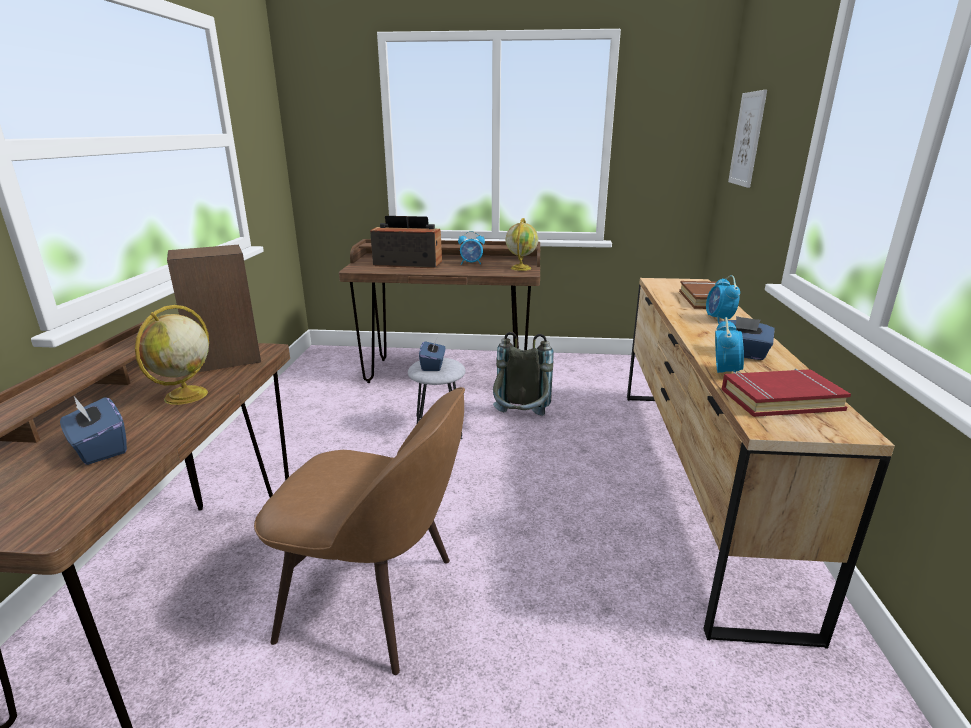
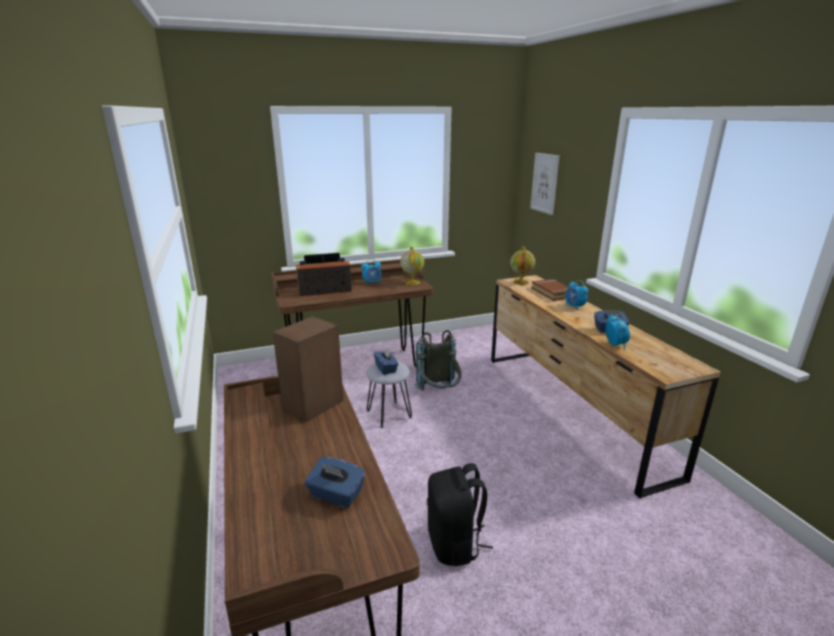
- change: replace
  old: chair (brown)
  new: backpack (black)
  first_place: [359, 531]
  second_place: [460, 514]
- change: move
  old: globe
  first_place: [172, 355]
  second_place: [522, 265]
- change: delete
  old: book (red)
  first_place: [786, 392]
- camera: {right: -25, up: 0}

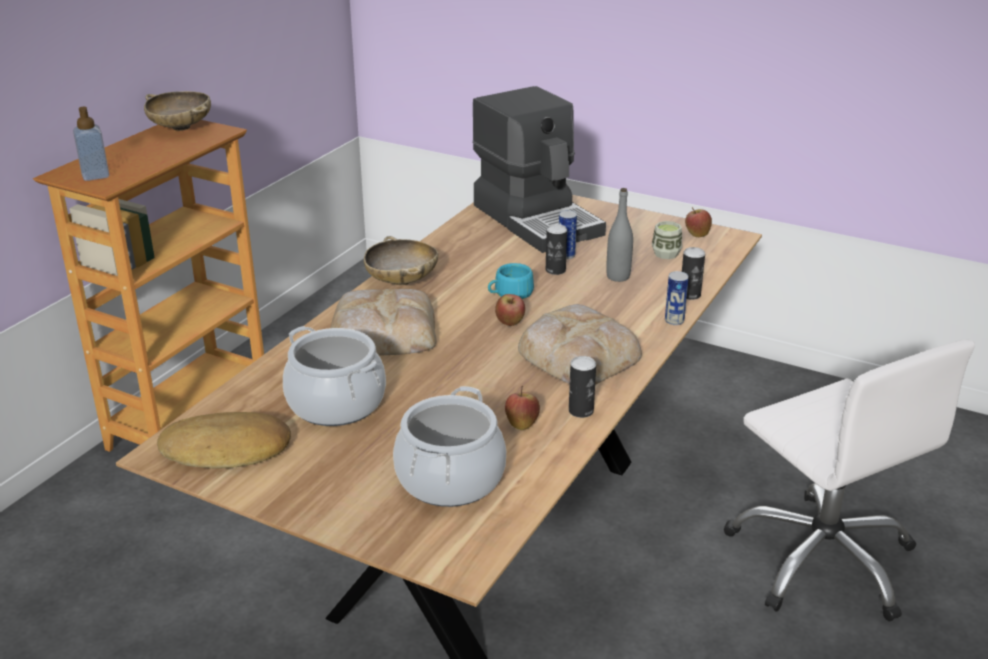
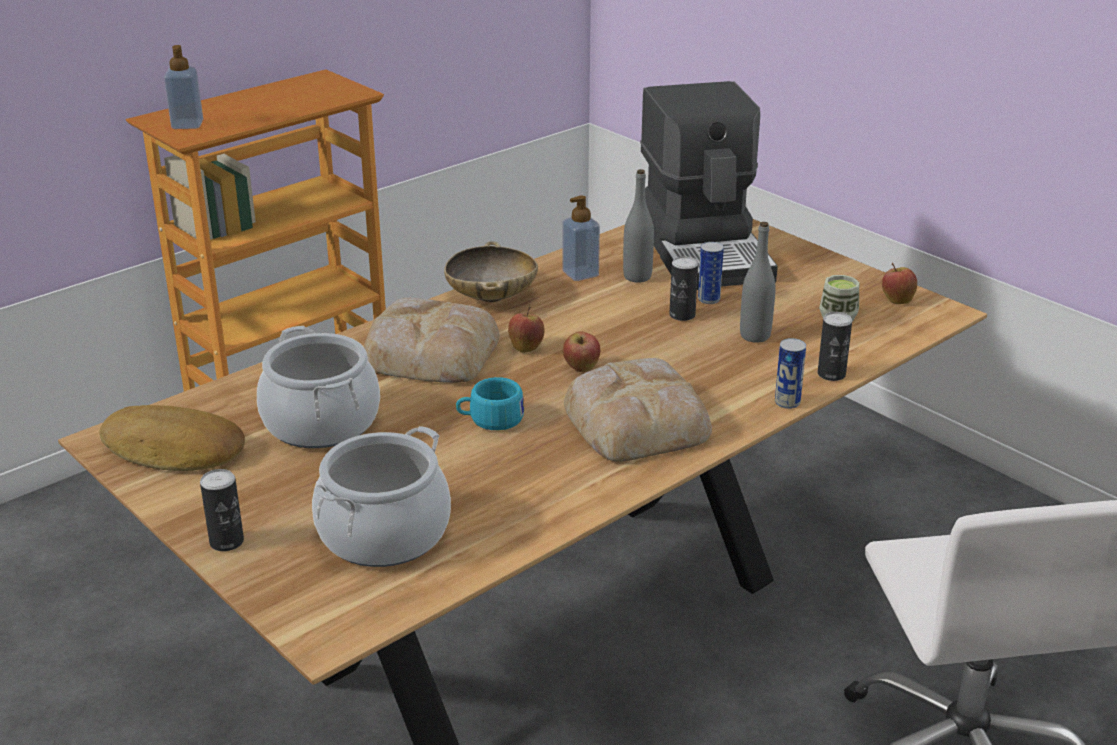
- change: move
  old: can
  first_place: [582, 387]
  second_place: [222, 510]
- change: move
  old: cup (turquoise)
  first_place: [511, 281]
  second_place: [490, 403]
- change: move
  old: apple
  first_place: [522, 408]
  second_place: [526, 330]
- change: insert
  new: soap dispenser
  second_place: [581, 238]
- change: insert
  new: bottle (grey)
  second_place: [638, 226]
- change: delete
  old: bowl (beige)
  first_place: [177, 111]
- camera: {right: 20, up: 0}

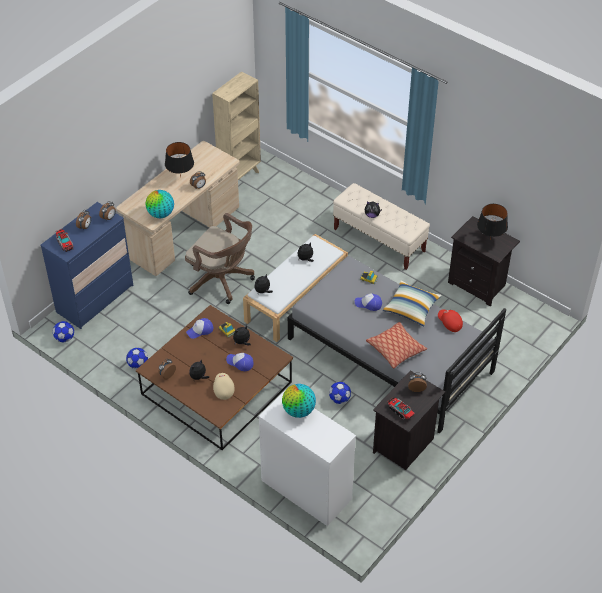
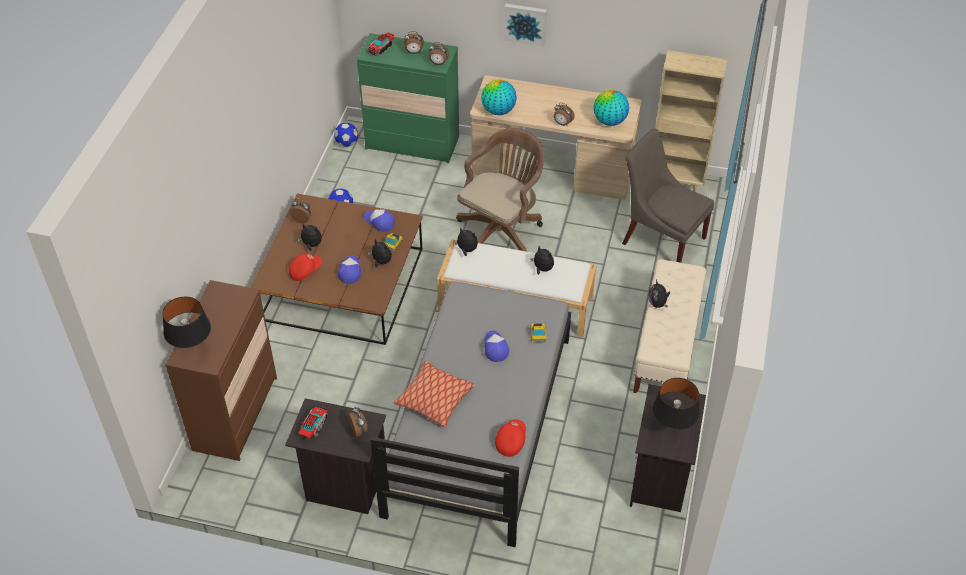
- change: move
  old: table lamp (black)
  first_place: [179, 159]
  second_place: [186, 323]
- change: recolor
  old: dresser (white)
  new: dresser (brown)
  first_place: [307, 458]
  second_place: [221, 370]
- change: recolor
  old: cap (beige)
  new: cap (red)
  first_place: [224, 386]
  second_place: [305, 267]
- change: recolor
  old: dresser (blue)
  new: dresser (green)
  first_place: [87, 265]
  second_place: [407, 98]
- change: rotate
  old: office chair (brown)
  first_place: [220, 258]
  second_place: [500, 190]
  degrees: -150
- change: insert
  new: picture
  second_place: [525, 25]
- change: move
  old: globe
  first_place: [299, 401]
  second_place: [611, 108]
- change: insert
  new: chair (grey)
  second_place: [668, 195]
- change: delete
  old: football
  first_place: [340, 393]
- change: delete
  old: pillow
  first_place: [412, 303]
- camera: {right: 65, up: 0}

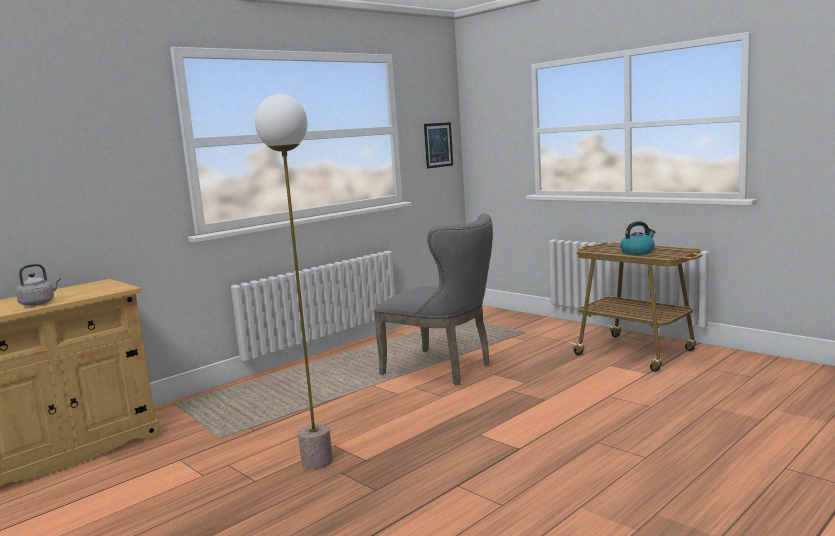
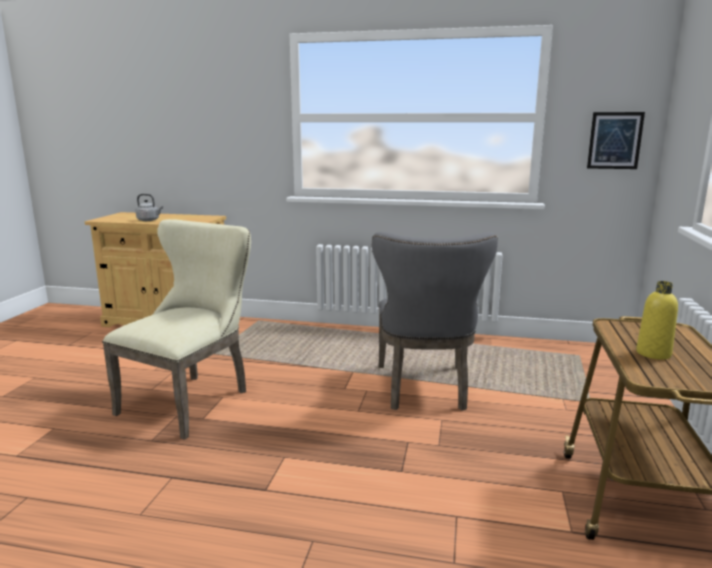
- change: replace
  old: floor lamp
  new: chair (beige)
  first_place: [294, 281]
  second_place: [176, 329]
- change: replace
  old: kettle
  new: bottle (yellow)
  first_place: [638, 238]
  second_place: [657, 320]
- camera: {right: 55, up: 5}

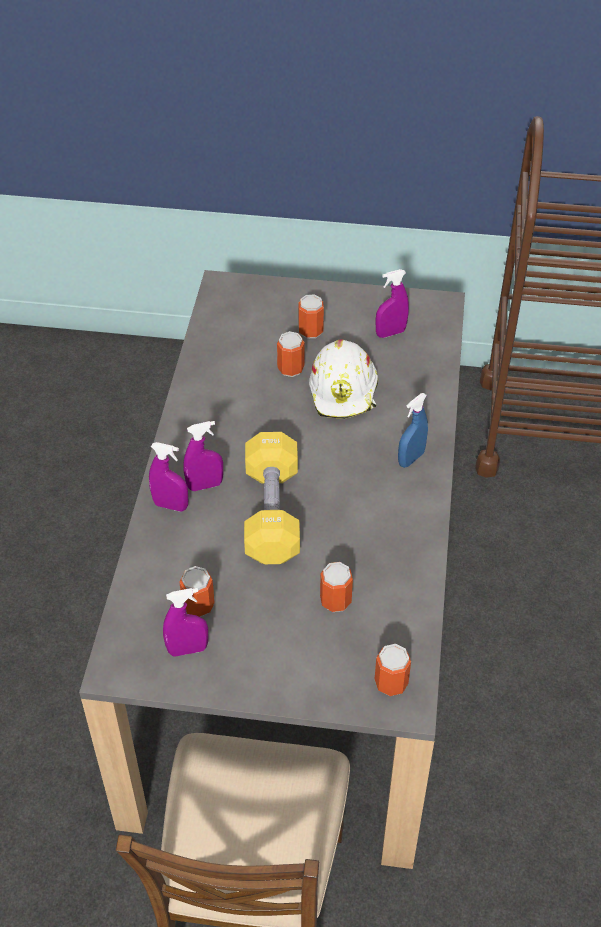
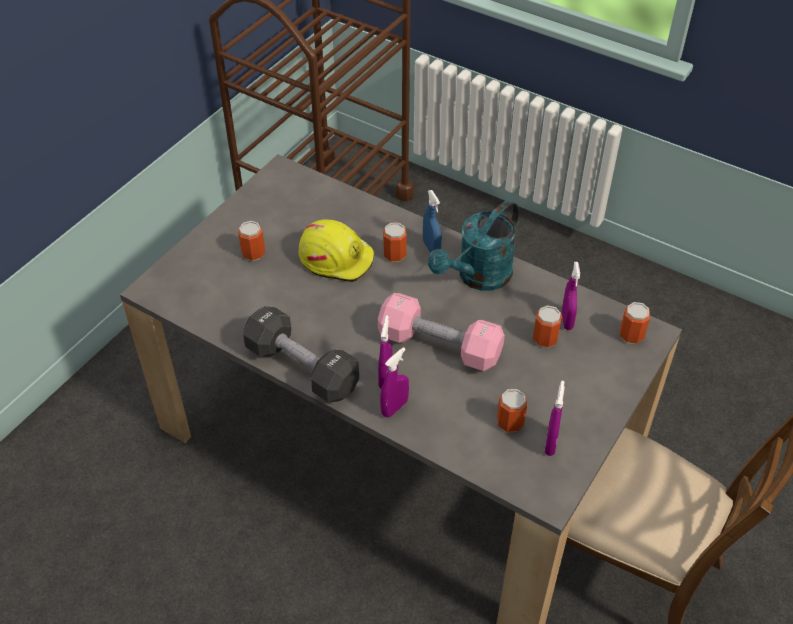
- change: insert
  new: dumbbell (black)
  second_place: [301, 354]
- change: recolor
  old: hard hat (white)
  new: hard hat (yellow)
  first_place: [343, 379]
  second_place: [336, 251]
- change: recolor
  old: dumbbell (yellow)
  new: dumbbell (pink)
  first_place: [272, 498]
  second_place: [441, 332]
- change: move
  old: can
  first_place: [291, 354]
  second_place: [395, 242]
- change: insert
  new: watering can (turquoise)
  second_place: [473, 245]
- change: move
  old: spray bottle (purple)
  first_place: [392, 303]
  second_place: [571, 296]
- camera: {right: -65, up: 0}

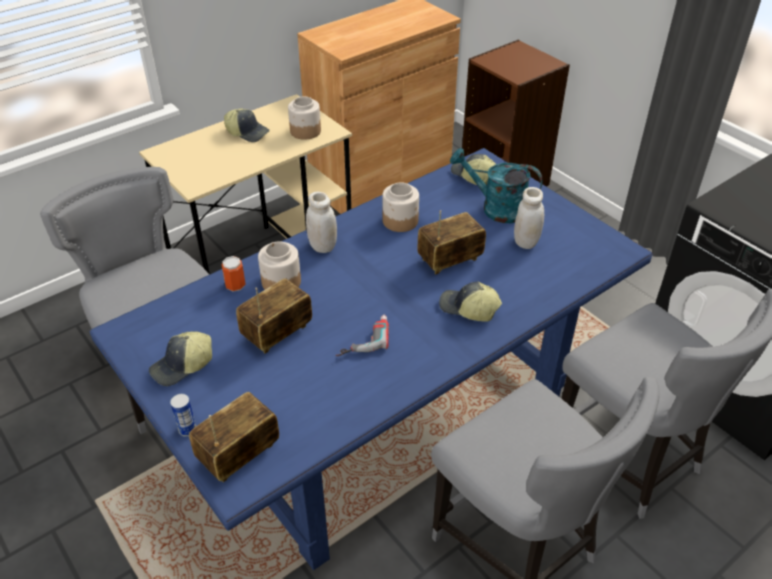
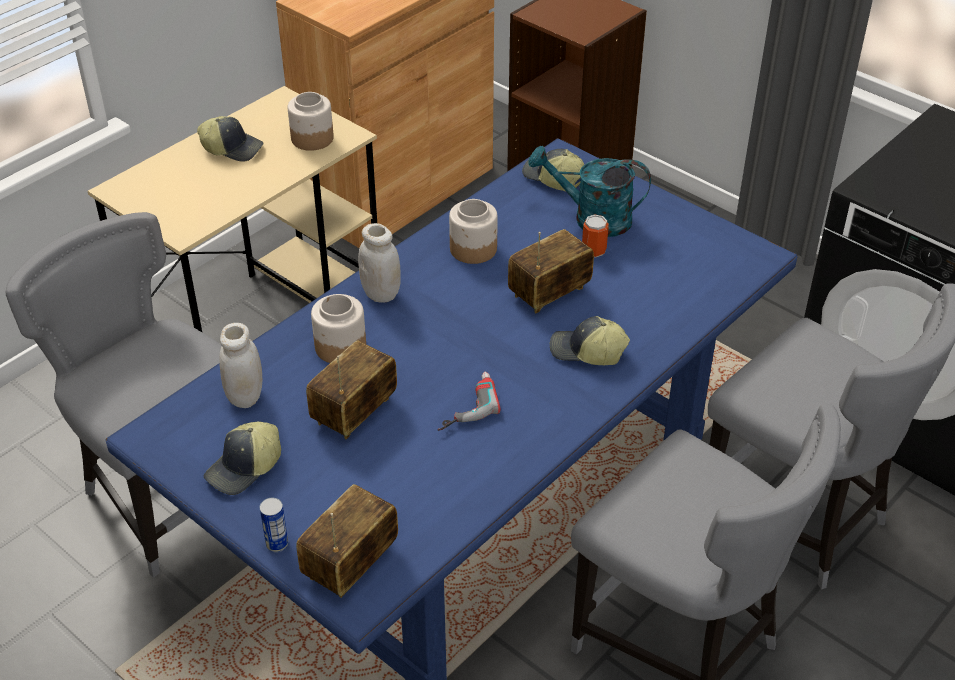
- change: move
  old: jar (white)
  first_place: [529, 218]
  second_place: [240, 365]
- change: move
  old: can
  first_place: [233, 274]
  second_place: [595, 236]
- camera: {right: -10, up: 0}

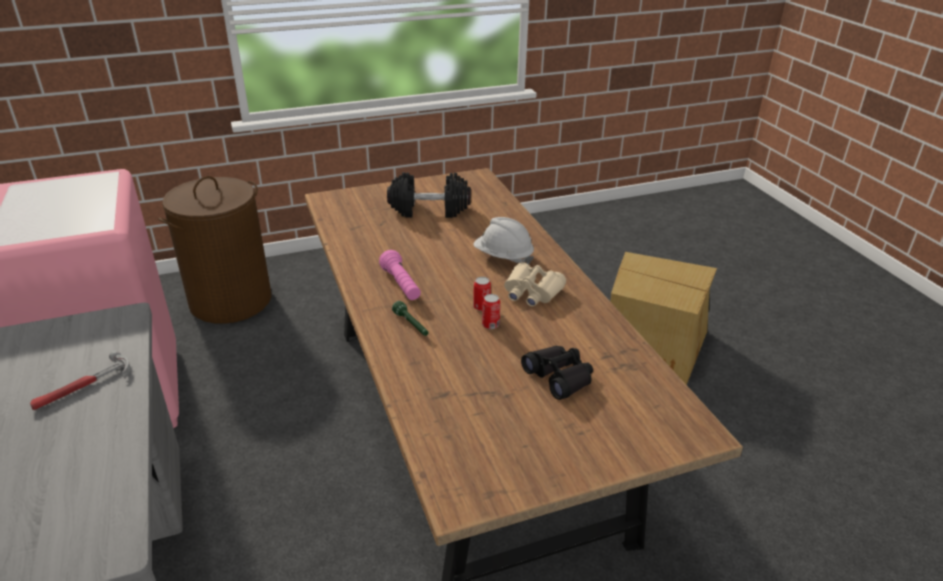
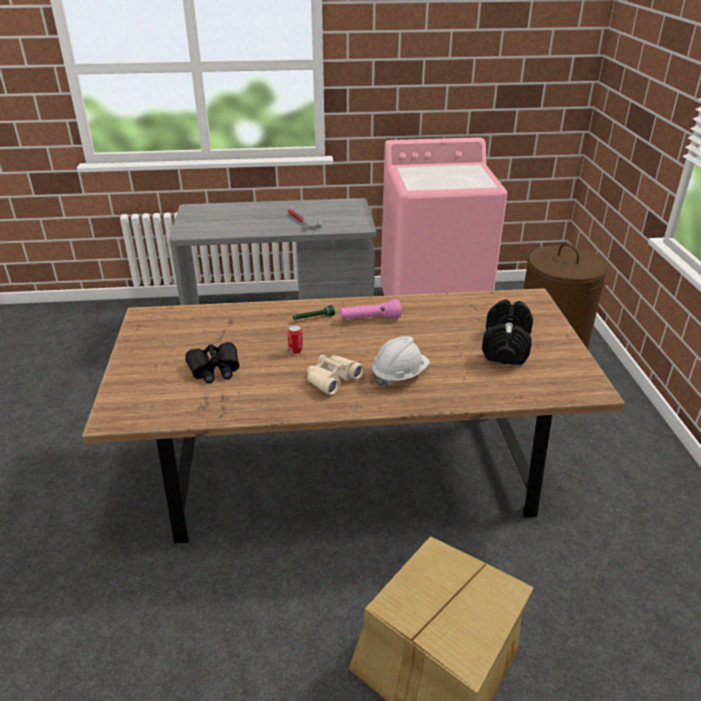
- change: delete
  old: can
  first_place: [482, 294]
- camera: {right: 105, up: 0}

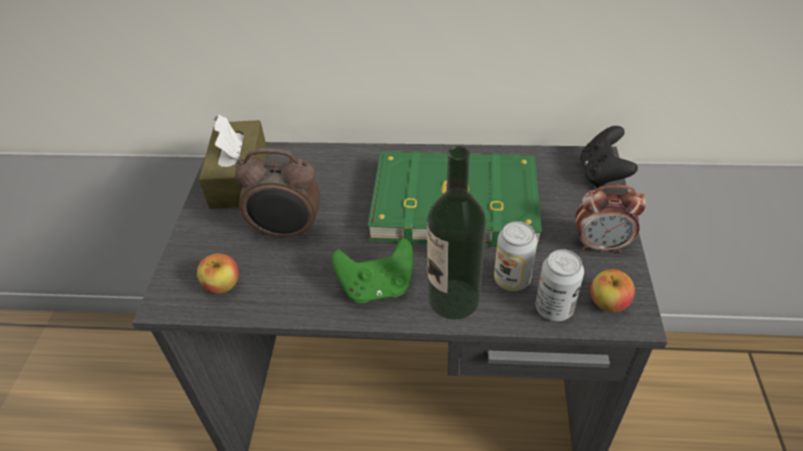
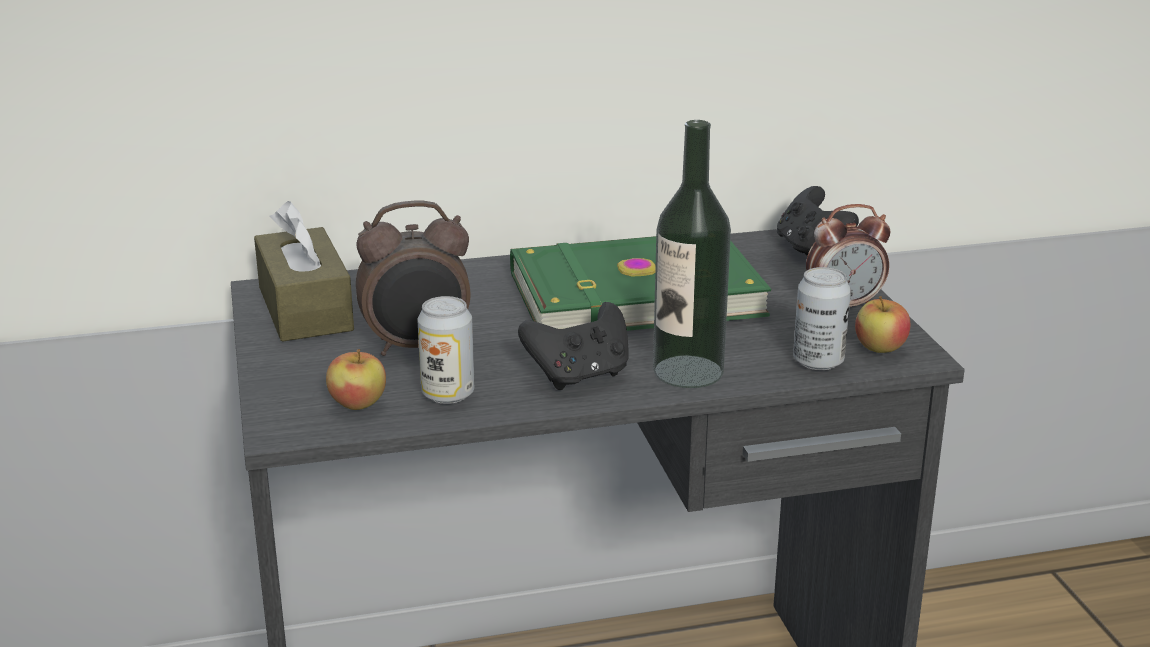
- change: move
  old: can
  first_place: [515, 256]
  second_place: [446, 350]
- change: recolor
  old: game controller (green)
  new: game controller (black)
  first_place: [372, 270]
  second_place: [573, 346]
- camera: {right: -20, up: -20}

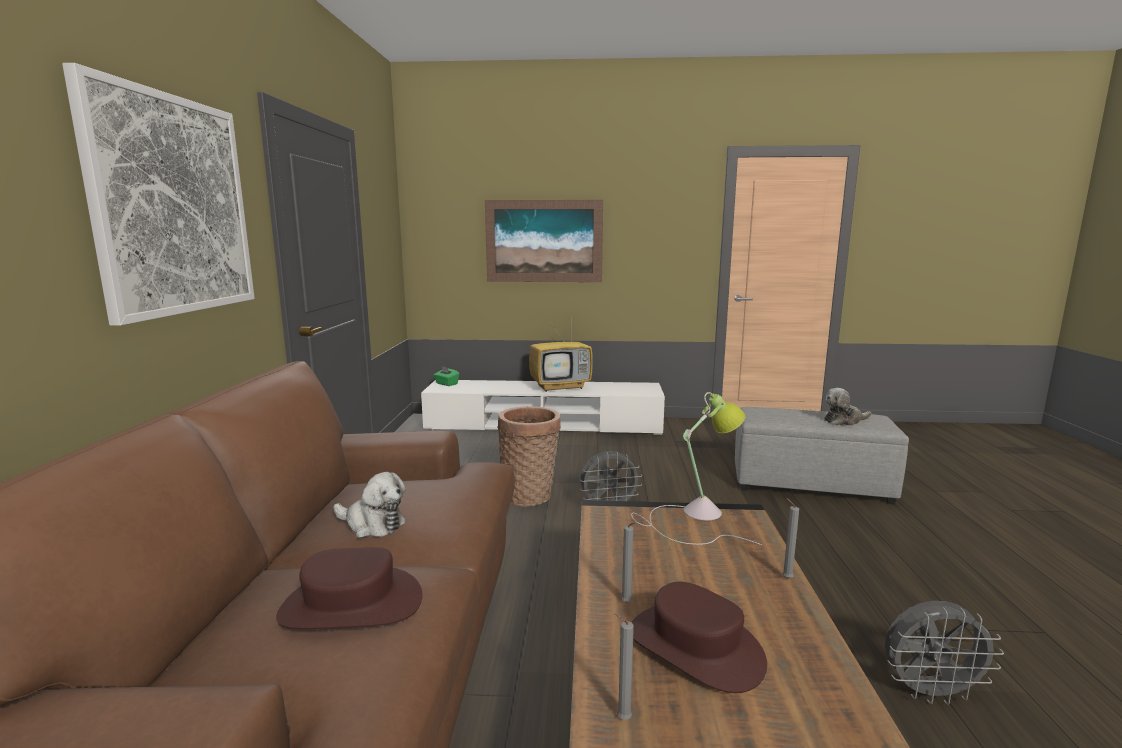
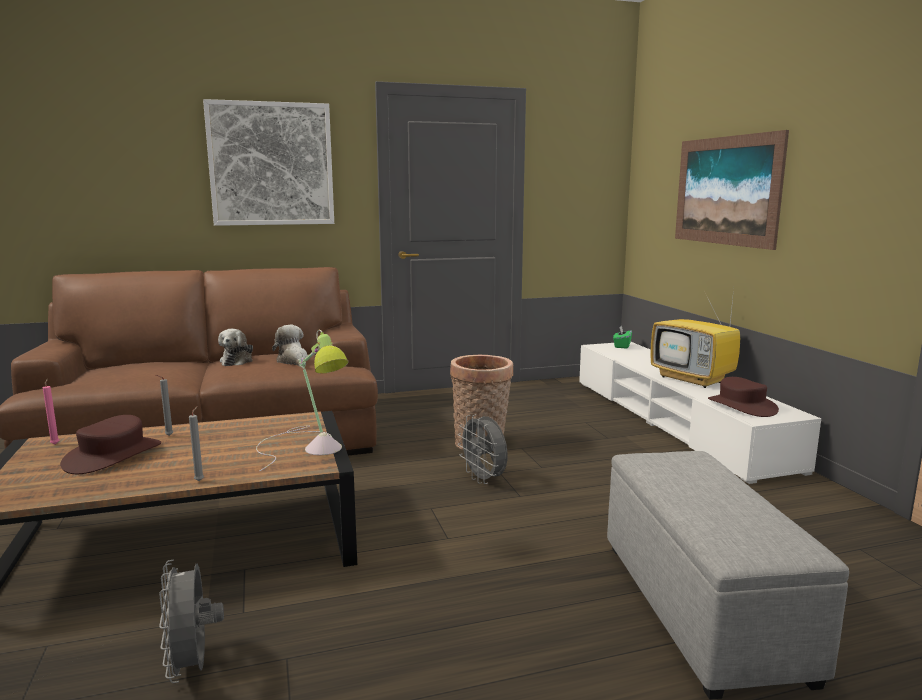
- change: recolor
  old: candle (grey)
  new: candle (pink)
  first_place: [624, 667]
  second_place: [51, 411]
- change: move
  old: plush toy
  first_place: [847, 407]
  second_place: [290, 345]
- change: move
  old: hat (brown)
  first_place: [349, 588]
  second_place: [743, 397]
- camera: {right: 70, up: 0}

